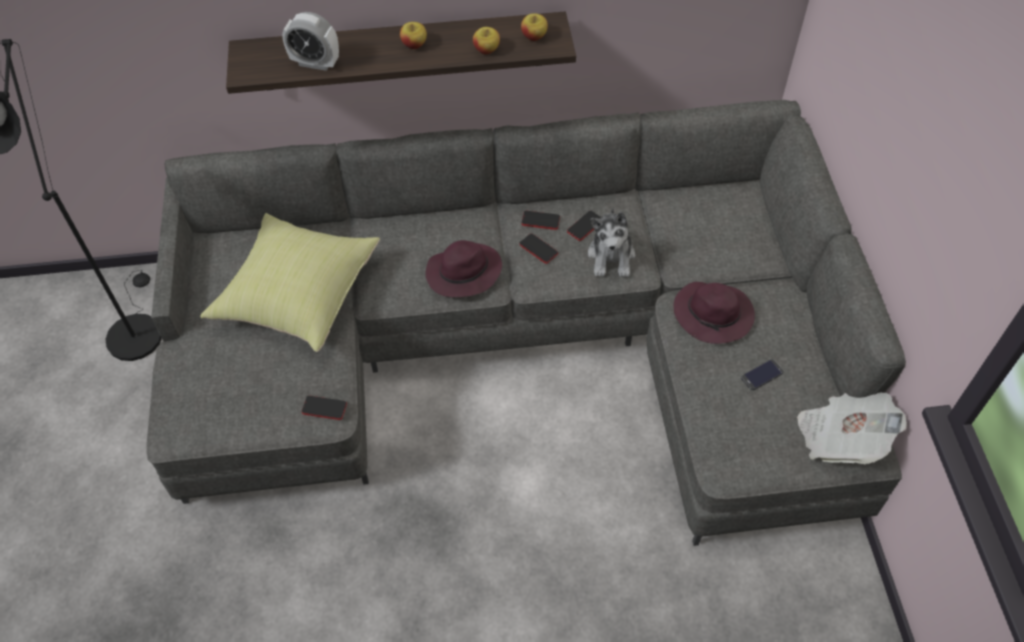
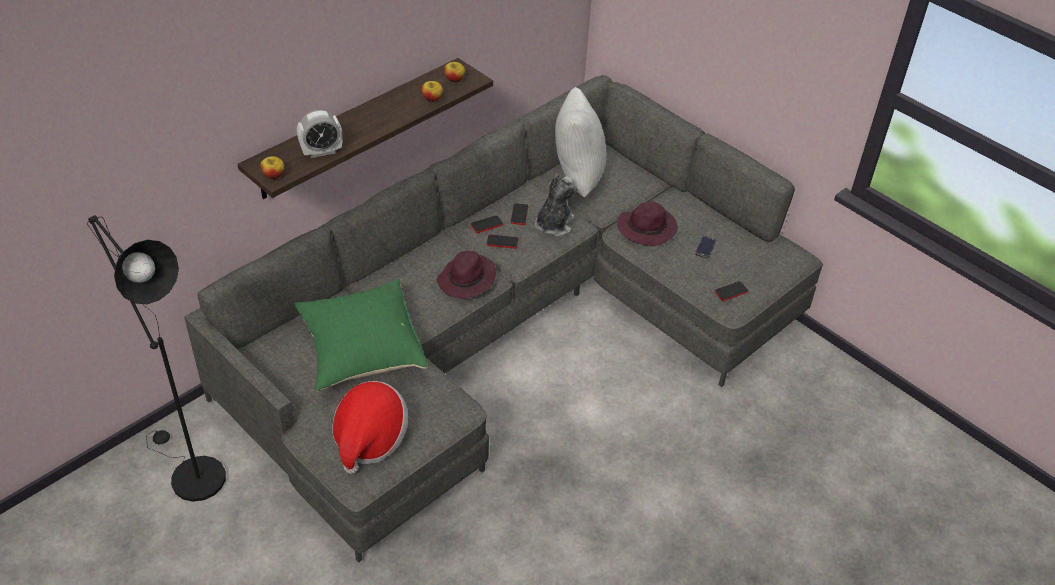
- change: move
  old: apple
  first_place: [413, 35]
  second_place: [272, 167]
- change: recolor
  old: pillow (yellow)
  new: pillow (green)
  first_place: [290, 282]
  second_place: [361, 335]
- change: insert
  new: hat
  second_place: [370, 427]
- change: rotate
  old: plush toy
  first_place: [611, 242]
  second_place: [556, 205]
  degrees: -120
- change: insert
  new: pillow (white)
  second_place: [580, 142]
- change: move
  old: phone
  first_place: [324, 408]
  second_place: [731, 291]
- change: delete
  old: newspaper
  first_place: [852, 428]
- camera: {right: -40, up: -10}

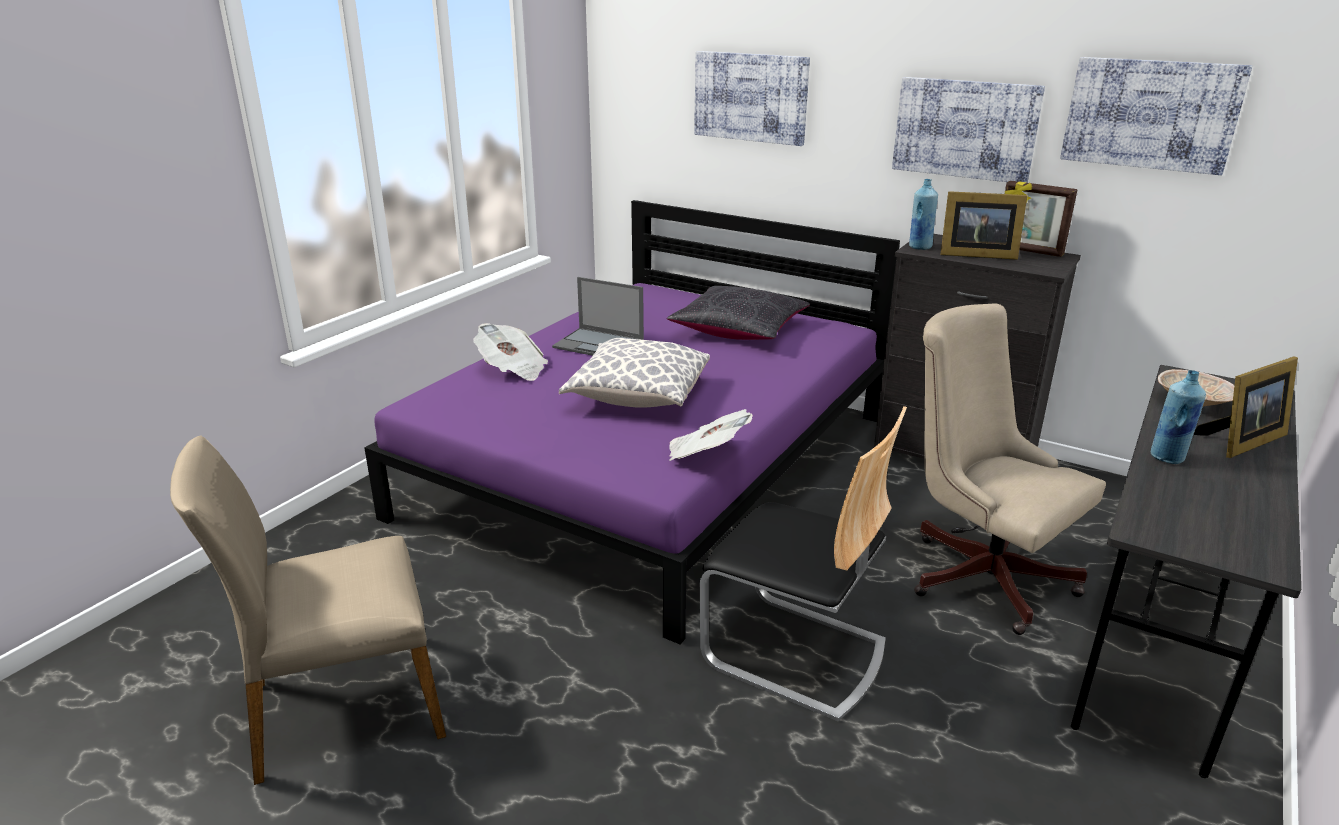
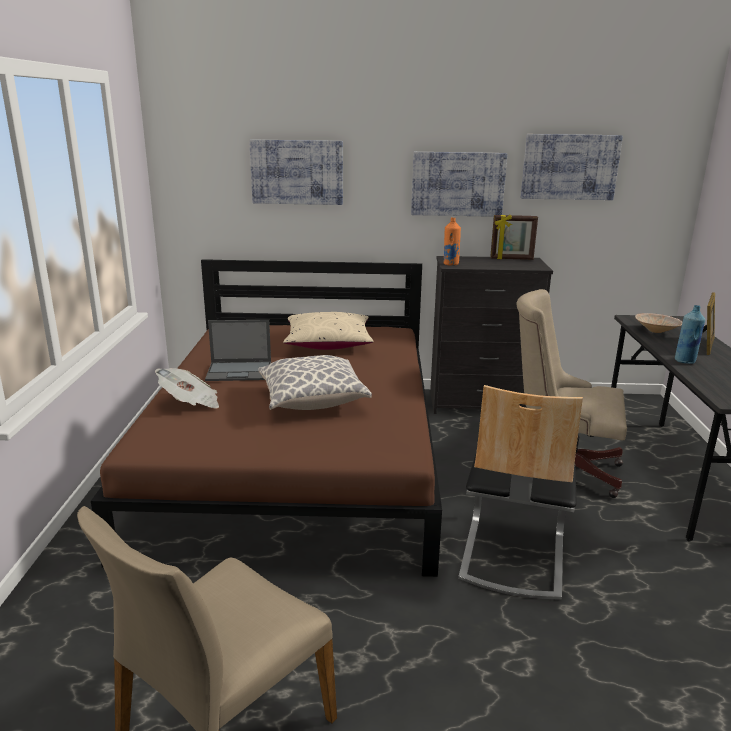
- change: recolor
  old: bed (purple)
  new: bed (brown)
  first_place: [632, 422]
  second_place: [266, 418]
- change: recolor
  old: pillow (black)
  new: pillow (beige)
  first_place: [738, 313]
  second_place: [328, 331]
- change: recolor
  old: bottle (blue)
  new: bottle (orange)
  first_place: [923, 214]
  second_place: [452, 241]
- change: rotate
  old: chair
  first_place: [803, 563]
  second_place: [520, 492]
  degrees: 105
- change: delete
  old: newspaper
  first_place: [711, 435]
- change: delete
  old: picture frame
  first_place: [983, 225]
- camera: {right: -30, up: -5}

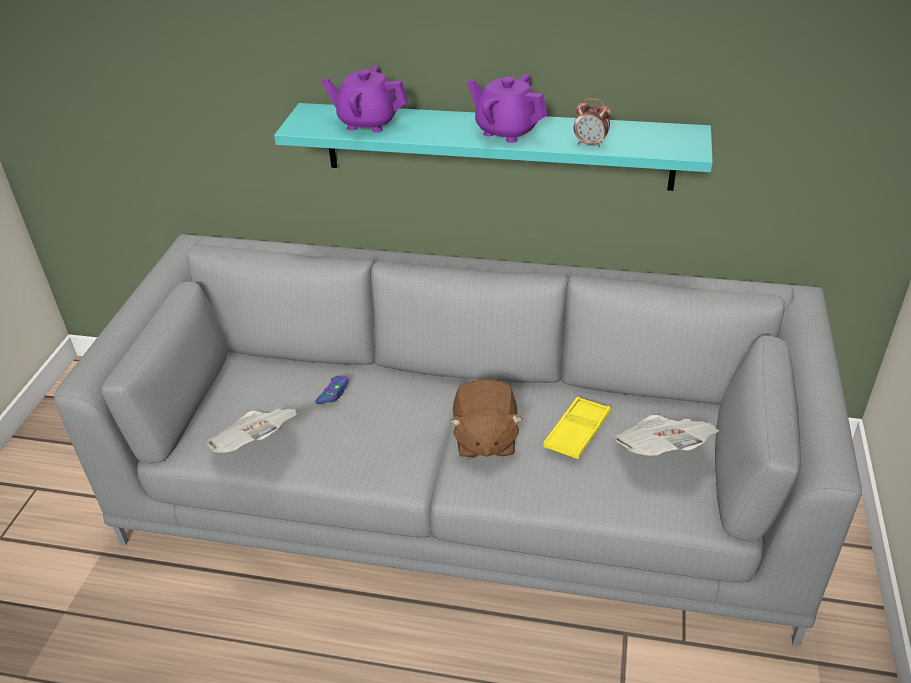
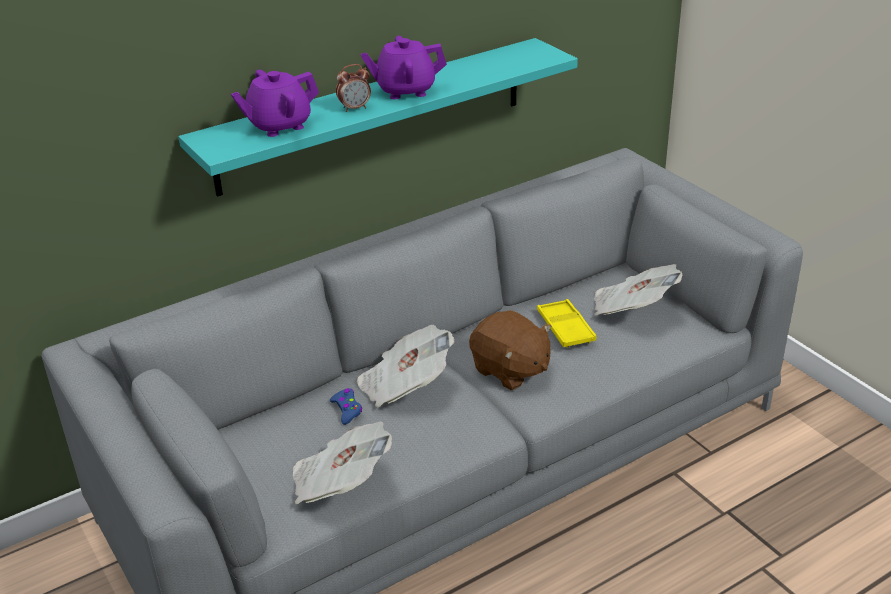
- change: move
  old: alarm clock
  first_place: [592, 123]
  second_place: [353, 88]
- change: insert
  new: newspaper
  second_place: [405, 366]
- camera: {right: -45, up: -5}

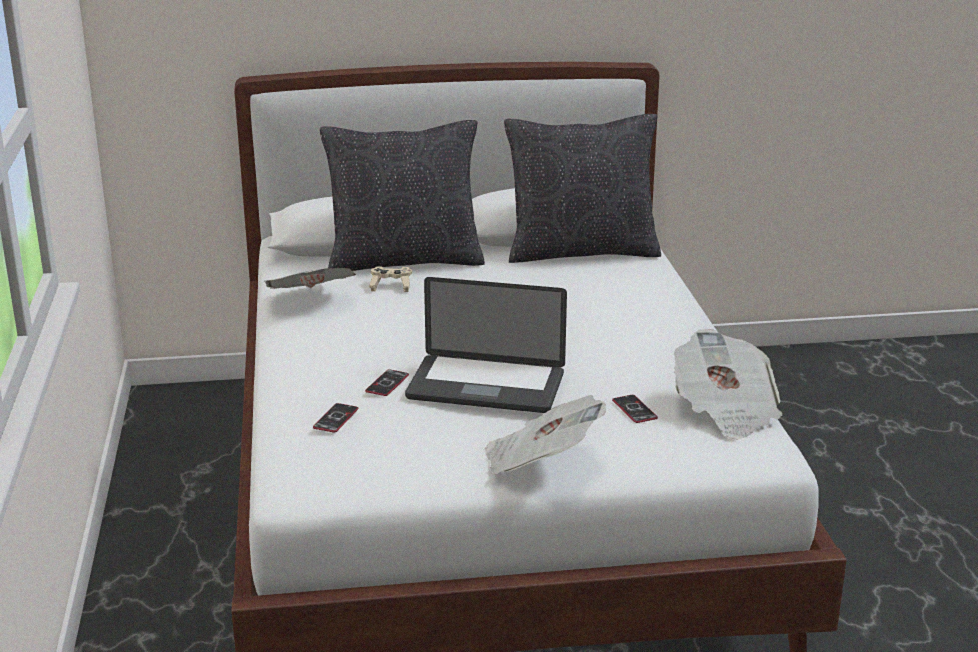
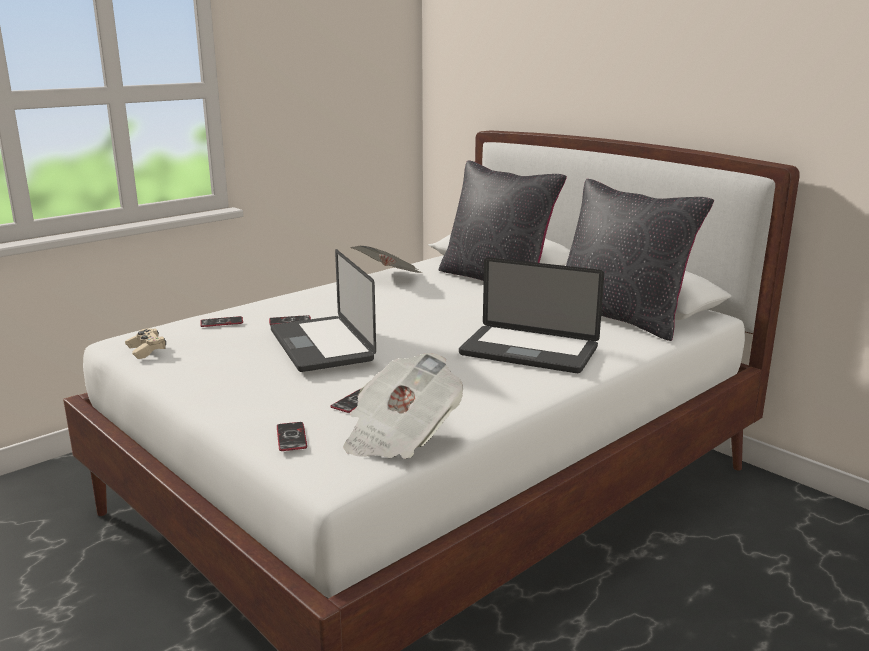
- change: move
  old: game controller (beige)
  first_place: [390, 279]
  second_place: [145, 343]
- change: insert
  new: phone
  second_place: [292, 436]
- change: insert
  new: laptop
  second_place: [531, 315]
- change: delete
  old: newspaper
  first_place: [545, 435]
- camera: {right: 55, up: -5}

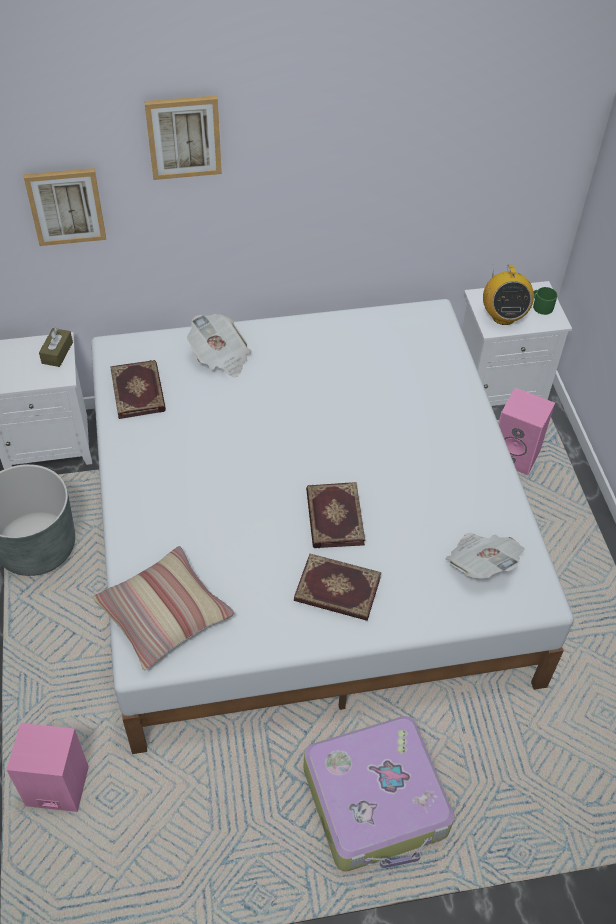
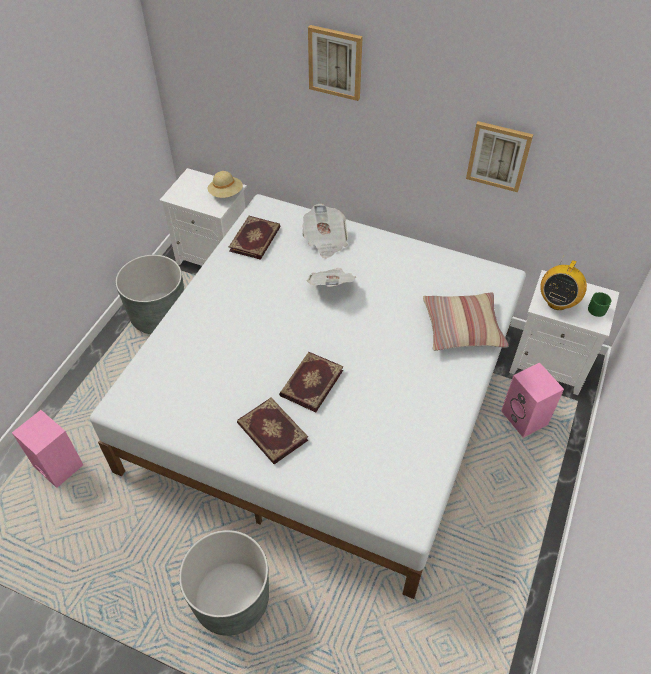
- change: replace
  old: suitcase
  new: planter (grey)
  first_place: [379, 793]
  second_place: [224, 583]
- change: replace
  old: tissue box (brown)
  new: hat (beige)
  first_place: [56, 347]
  second_place: [225, 184]
- change: move
  old: newspaper
  first_place: [485, 556]
  second_place: [332, 277]
- change: move
  old: pillow
  first_place: [164, 608]
  second_place: [466, 321]
- change: move
  old: picture
  first_place: [65, 207]
  second_place: [499, 156]
- camera: {right: 35, up: 0}

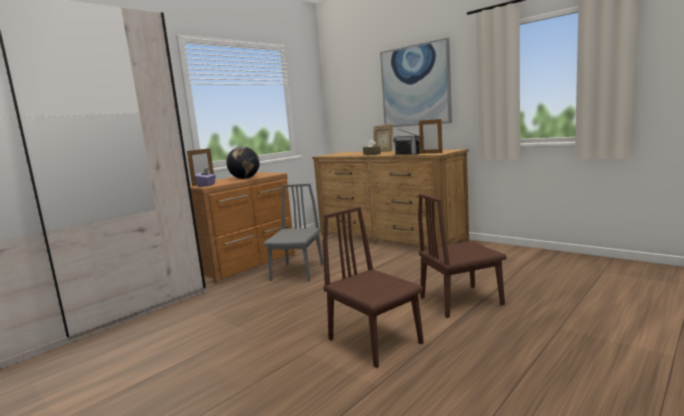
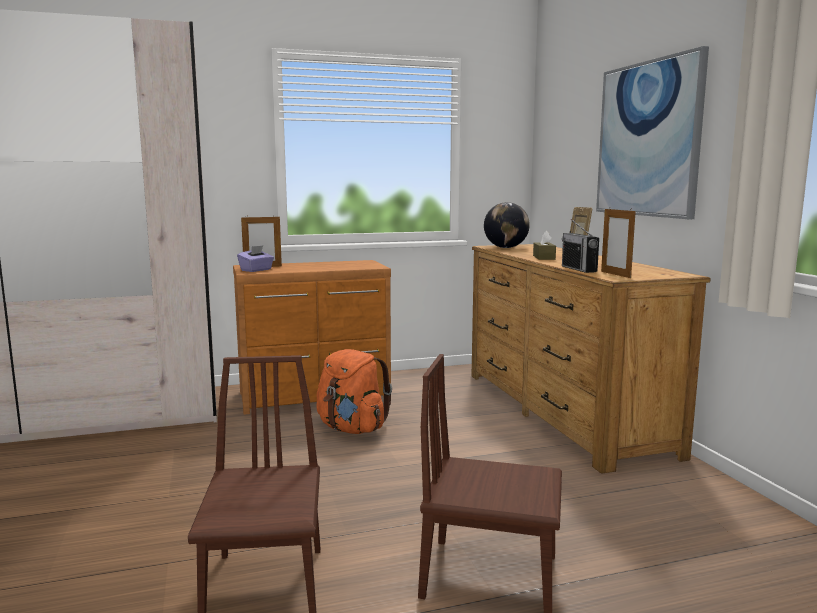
- change: replace
  old: chair (grey)
  new: backpack (orange)
  first_place: [293, 232]
  second_place: [354, 391]
- change: move
  old: globe
  first_place: [243, 162]
  second_place: [507, 225]
- camera: {right: 30, up: 0}

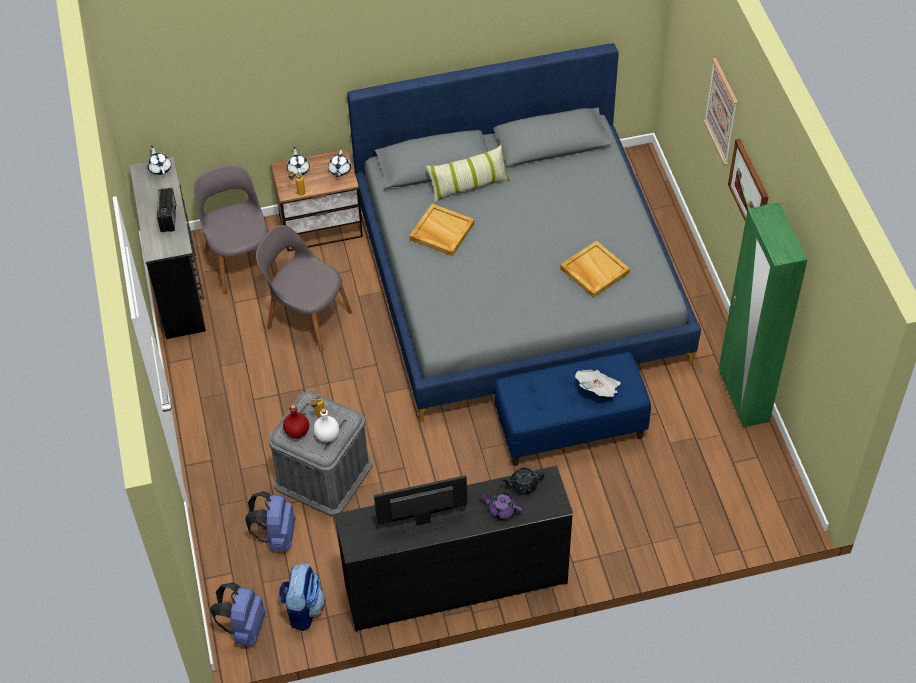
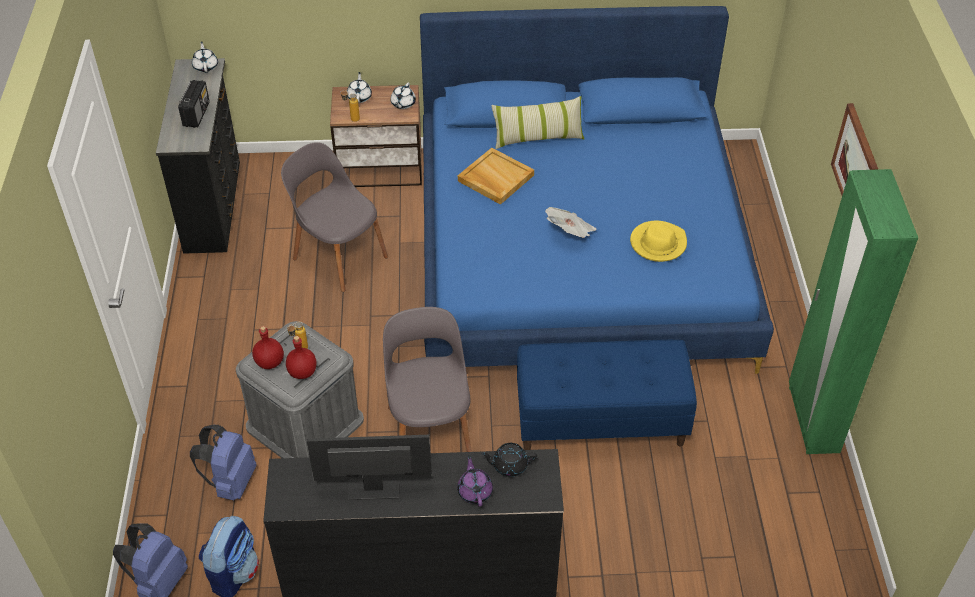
- change: recolor
  old: bottle (white)
  new: bottle (red)
  first_place: [326, 425]
  second_place: [301, 357]
- change: move
  old: chair (grey)
  first_place: [235, 229]
  second_place: [427, 379]
- change: recolor
  old: bed (grey)
  new: bed (blue)
  first_place: [524, 232]
  second_place: [597, 190]
- change: rotate
  old: teapot (purple)
  first_place: [501, 506]
  second_place: [475, 481]
  degrees: 45
- change: move
  old: newspaper
  first_place: [598, 383]
  second_place: [571, 222]
- change: replace
  old: tray (beige)
  new: hat (yellow)
  first_place: [595, 269]
  second_place: [658, 241]
- change: delete
  old: picture
  first_place: [720, 111]
- camera: {right: 10, up: -5}

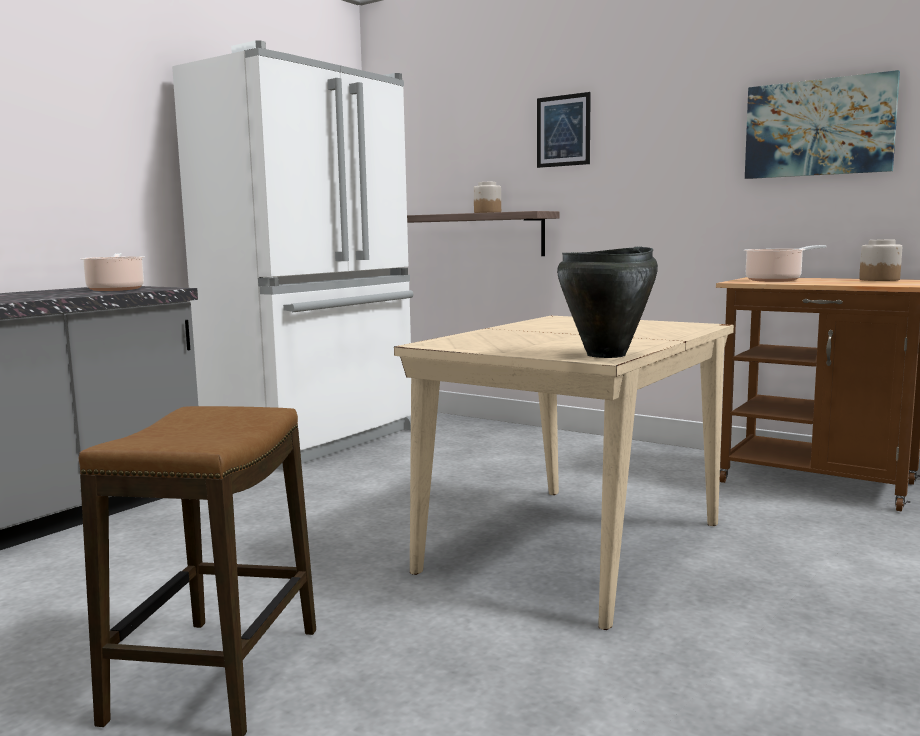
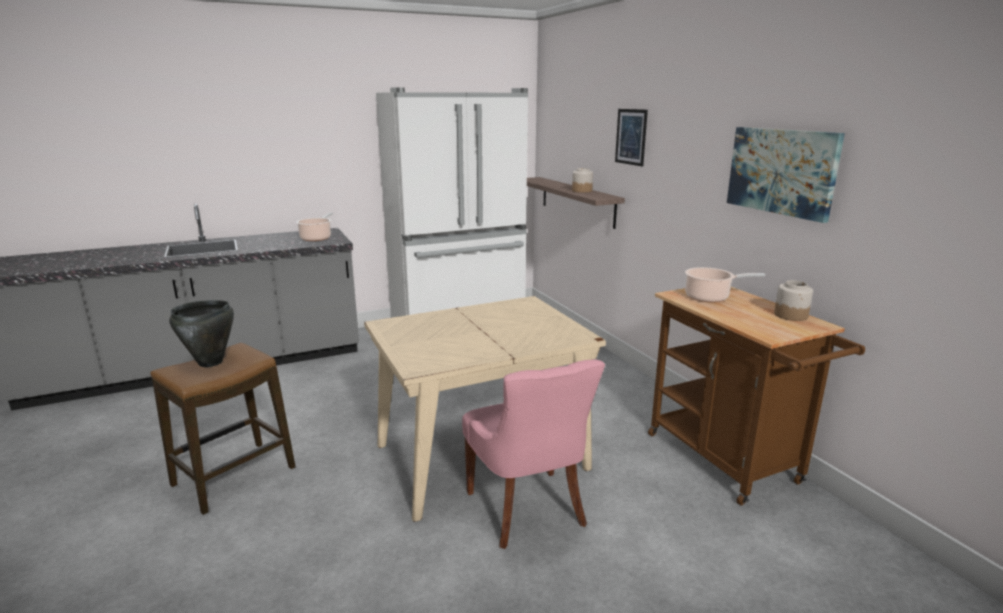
- change: move
  old: cooking pot (black)
  first_place: [607, 302]
  second_place: [201, 333]
- change: insert
  new: chair (pink)
  second_place: [533, 454]
- camera: {right: 30, up: 10}

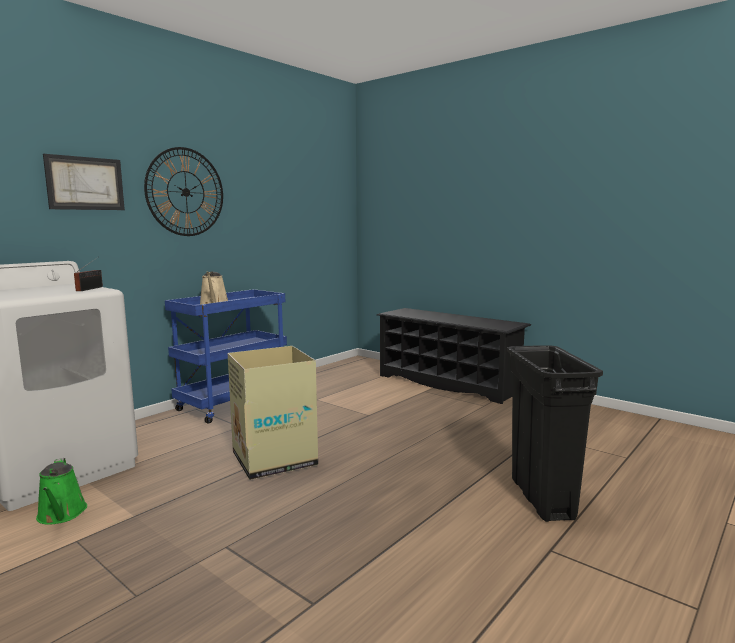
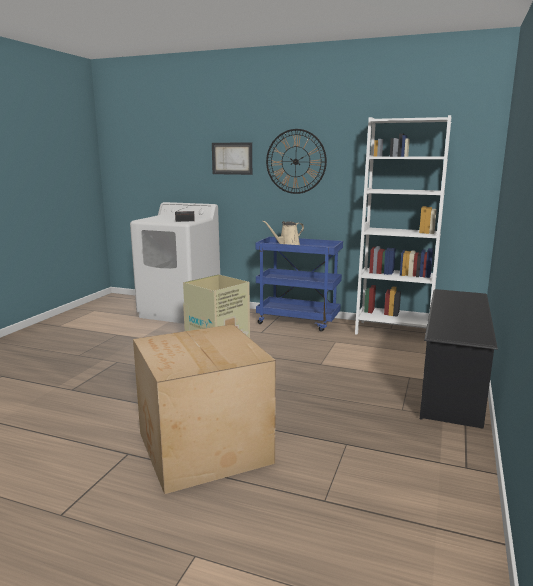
- change: replace
  old: trash can (black)
  new: cardboard box
  first_place: [555, 433]
  second_place: [204, 409]
- change: insert
  new: bookcase (white)
  second_place: [403, 225]
- change: delete
  old: watering can (green)
  first_place: [61, 491]
- camera: {right: 70, up: 5}

